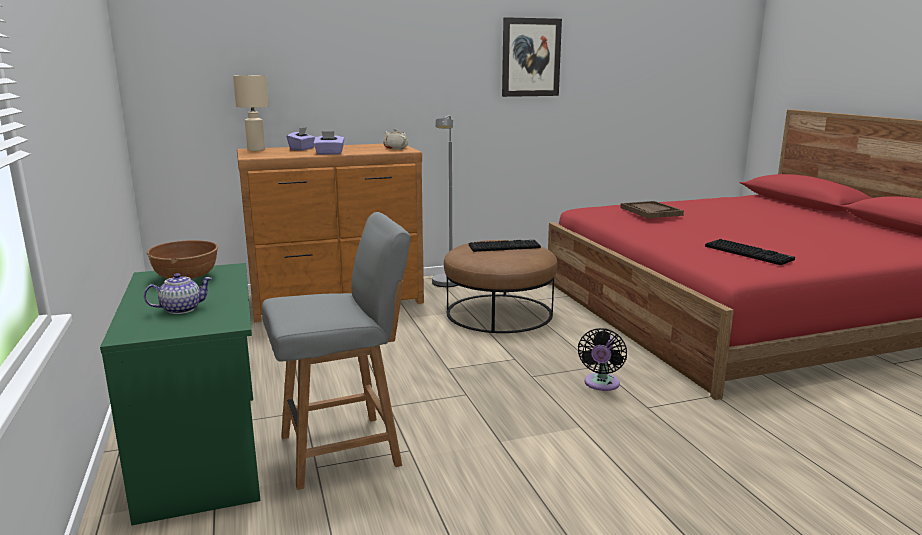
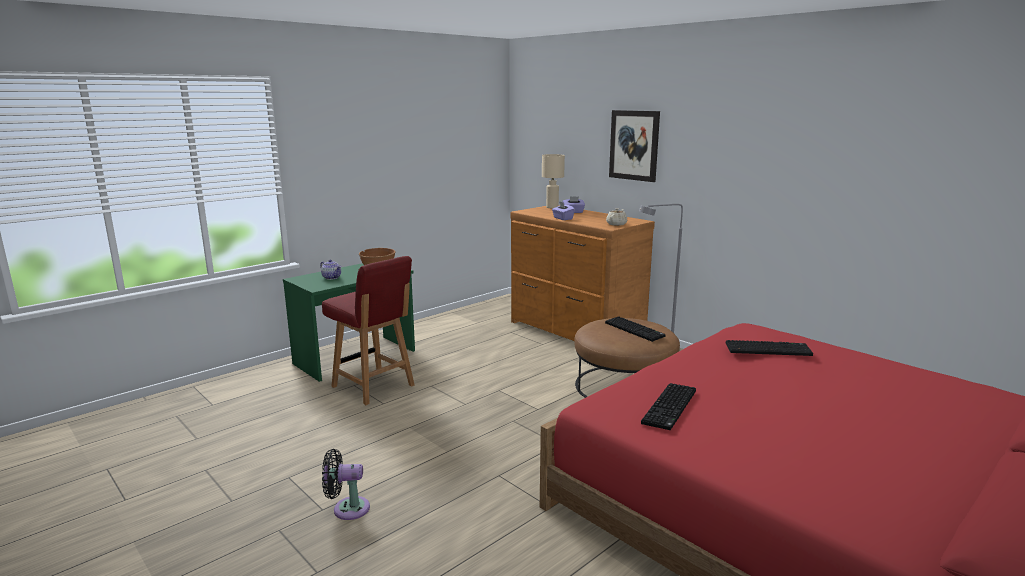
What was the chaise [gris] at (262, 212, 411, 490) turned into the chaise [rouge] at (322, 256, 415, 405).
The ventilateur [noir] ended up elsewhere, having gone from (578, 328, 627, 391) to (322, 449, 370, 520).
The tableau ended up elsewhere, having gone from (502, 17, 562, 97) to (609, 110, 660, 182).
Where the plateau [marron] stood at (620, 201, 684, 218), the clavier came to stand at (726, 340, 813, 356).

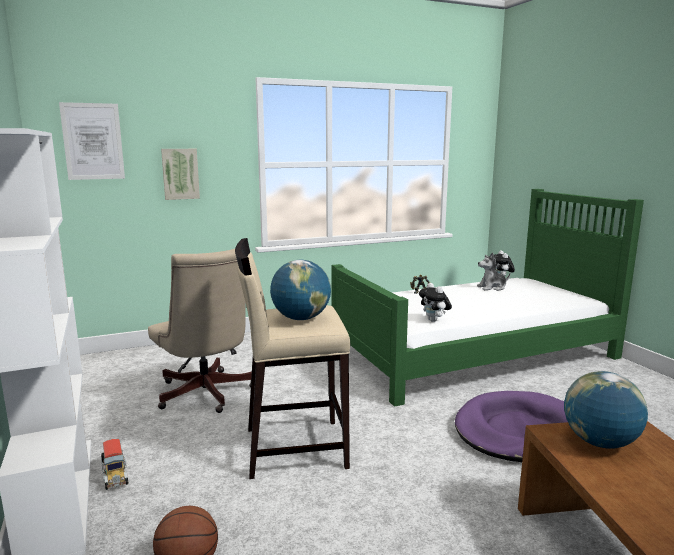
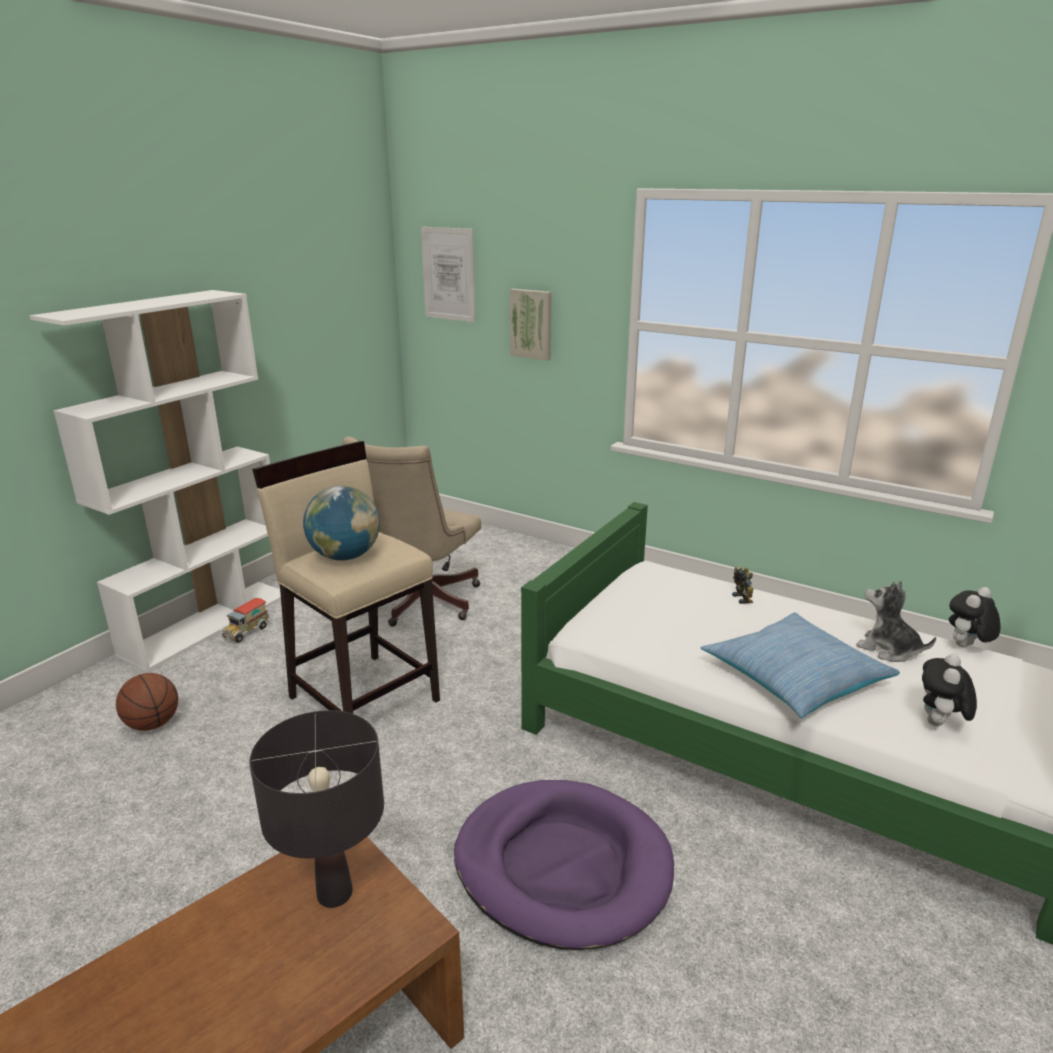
Where the globe stood at (564, 371, 648, 449), the lampe de table [noir] came to stand at (249, 710, 384, 908).
The second view gained the coussin at (700, 613, 900, 718).
The peluche ended up elsewhere, having gone from (419, 283, 452, 322) to (922, 654, 977, 726).

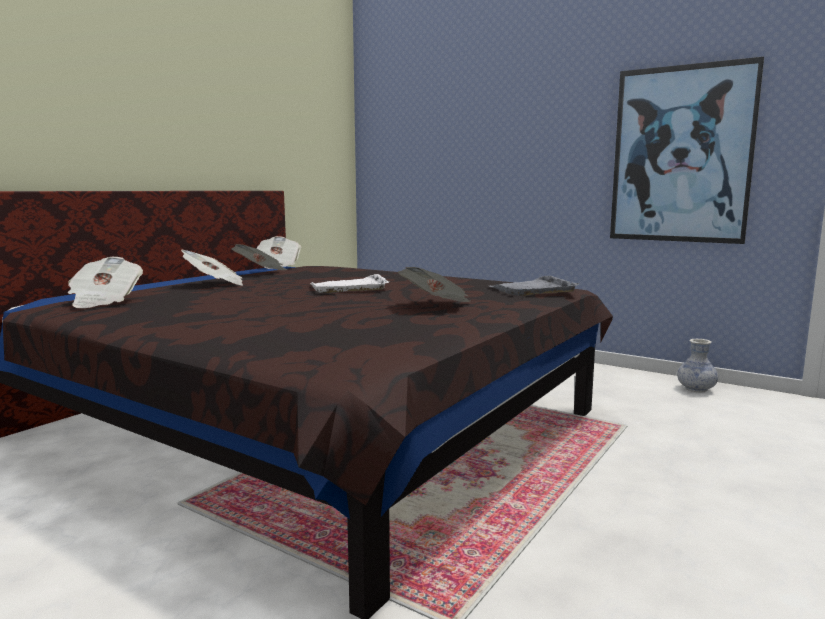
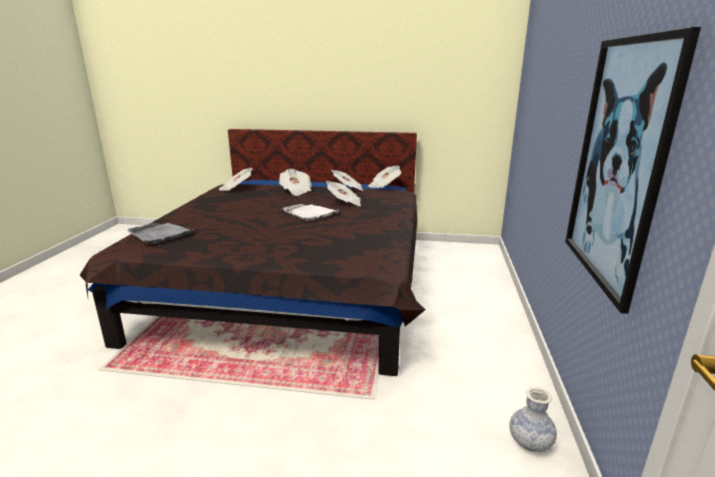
The plateau [gris] ended up elsewhere, having gone from (490, 276, 579, 296) to (127, 223, 195, 244).
The journal ended up elsewhere, having gone from (398, 267, 470, 302) to (326, 181, 361, 206).

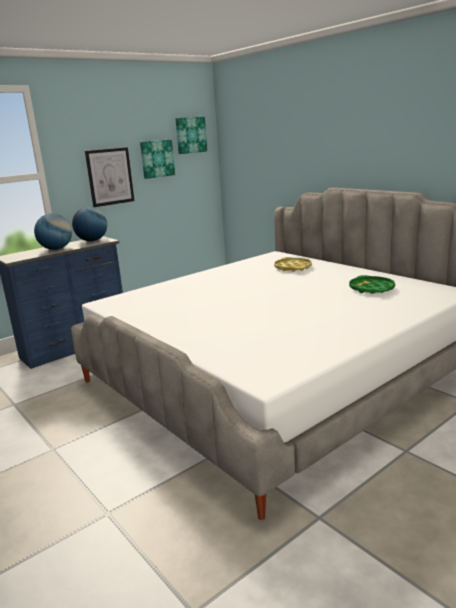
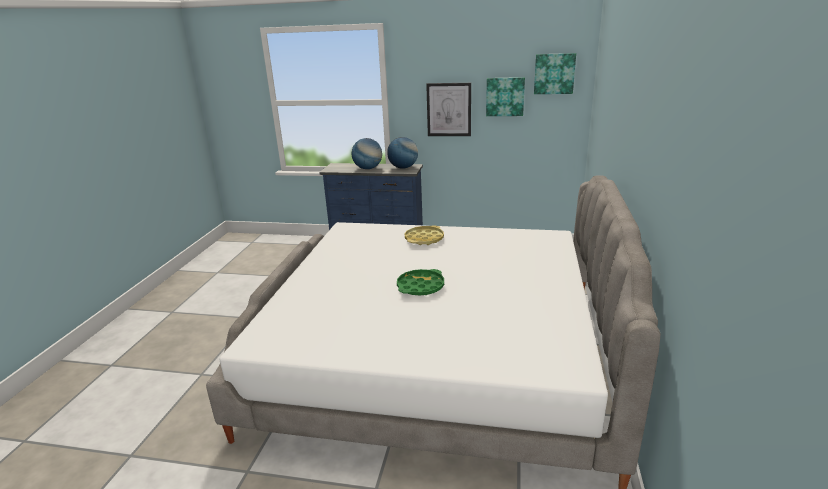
The plateau [vert] ended up elsewhere, having gone from (349, 275, 395, 294) to (397, 269, 444, 295).
The plateau [jaune] ended up elsewhere, having gone from (274, 257, 312, 272) to (405, 225, 444, 245).

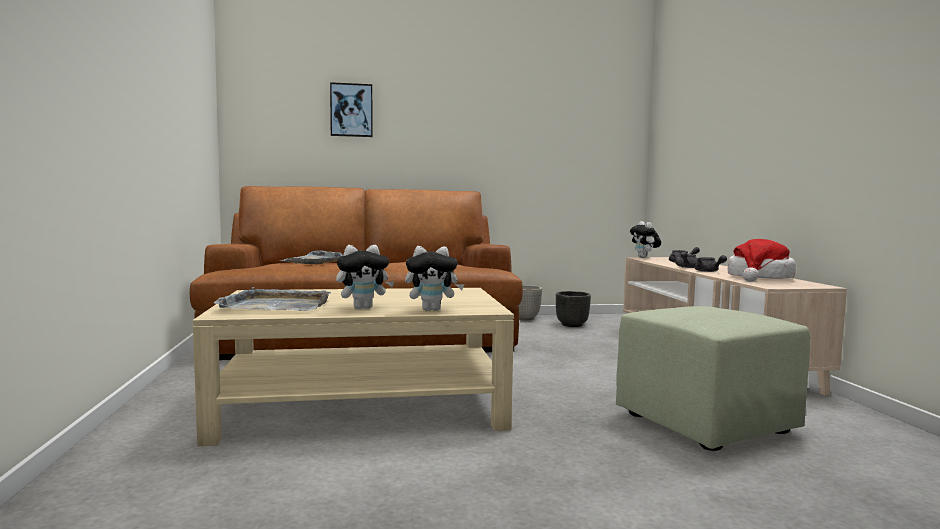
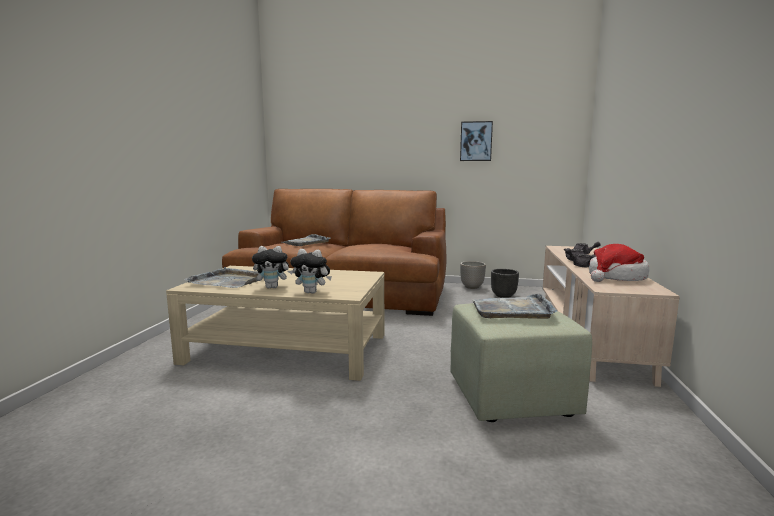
The tableau ended up elsewhere, having gone from (330, 82, 372, 137) to (460, 121, 493, 161).
The second view gained the plateau [gris] at (472, 293, 557, 319).
The second view lost the peluche at (630, 221, 661, 258).

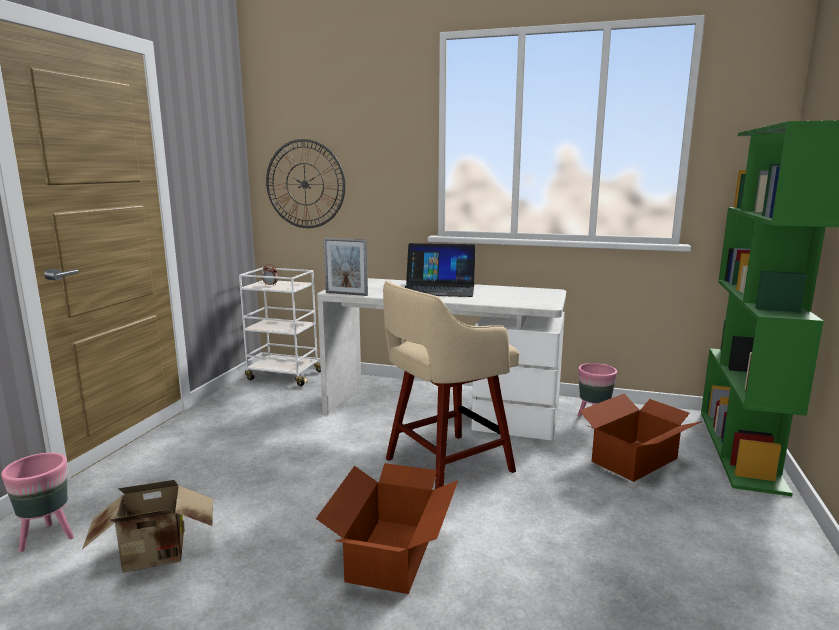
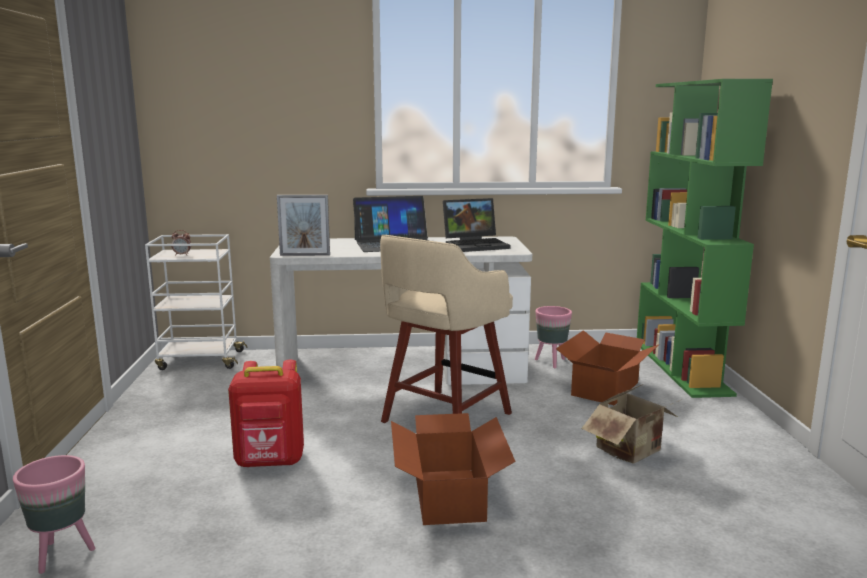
The second view gained the sac à dos [rouge] at (228, 360, 304, 468).
The second view gained the ordinateur portable at (443, 198, 510, 252).
The carton ended up elsewhere, having gone from (82, 480, 213, 573) to (581, 384, 680, 464).
The second view lost the horloge murale at (266, 139, 345, 228).

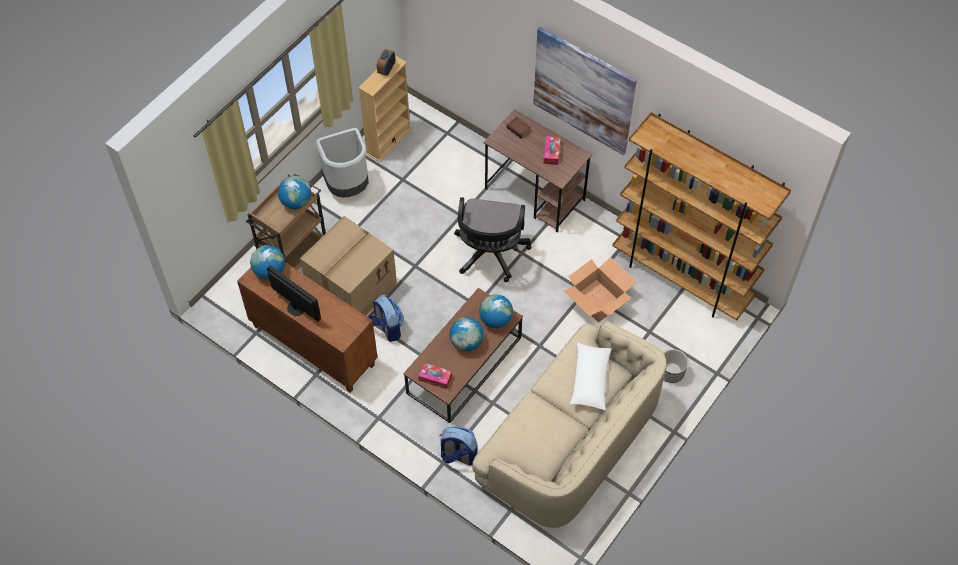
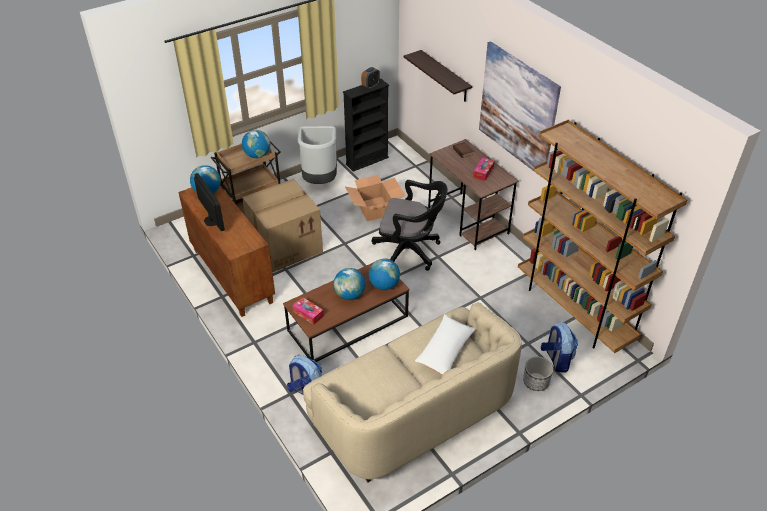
What was the bibliothèque [beige] at (358, 56, 412, 162) turned into the bibliothèque [noir] at (343, 79, 389, 172).
The carton ended up elsewhere, having gone from (564, 257, 637, 322) to (345, 175, 406, 221).
The chaise de bureau [noir] at (454, 197, 531, 282) ended up facing another way, 105 degrees counterclockwise from before.
The second view gained the étagère at (403, 50, 472, 102).
The sac à dos ended up elsewhere, having gone from (369, 295, 404, 342) to (541, 322, 578, 373).

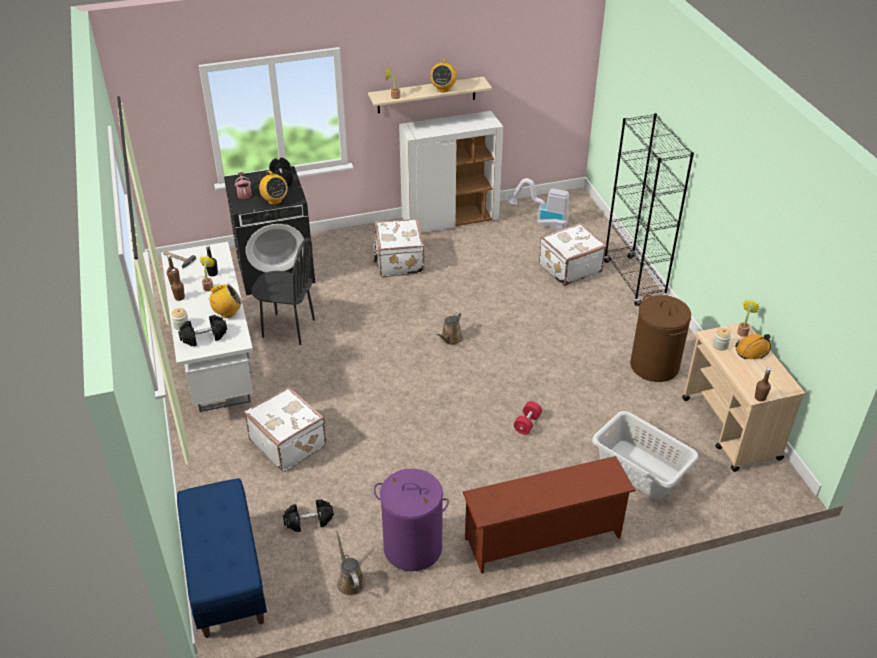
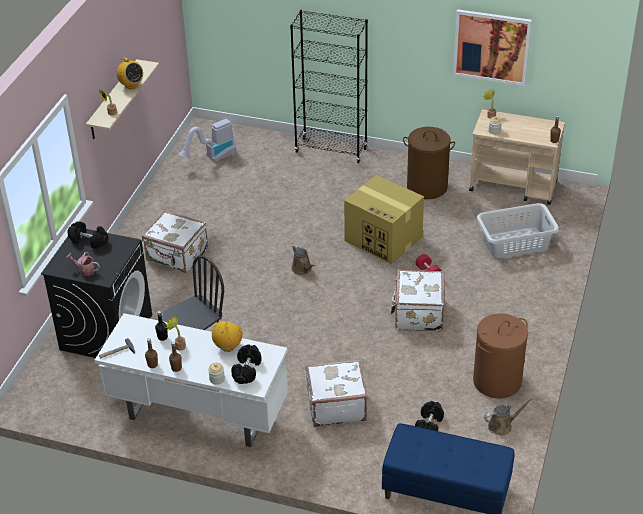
The second view gained the carton at (344, 175, 424, 264).
The valise [blanc] ended up elsewhere, having gone from (539, 223, 607, 286) to (391, 269, 444, 331).
The second view gained the tableau at (453, 9, 532, 86).
What was the panier à linge [violet] at (374, 468, 449, 571) turned into the panier à linge [marron] at (473, 313, 528, 398).
The arrosoir [marron] at (336, 531, 365, 596) ended up facing another way, 150 degrees clockwise from before.
The second view lost the radio at (259, 170, 288, 205).
The second view lost the meuble de rangement [blanc] at (399, 111, 503, 233).
The second view lost the étagère à chaussures [marron] at (463, 456, 636, 573).
The second view lost the casque de chantier [orange] at (735, 334, 771, 359).

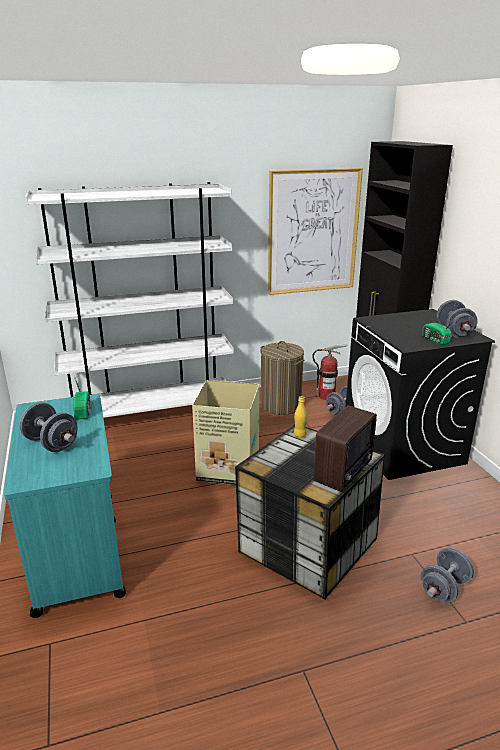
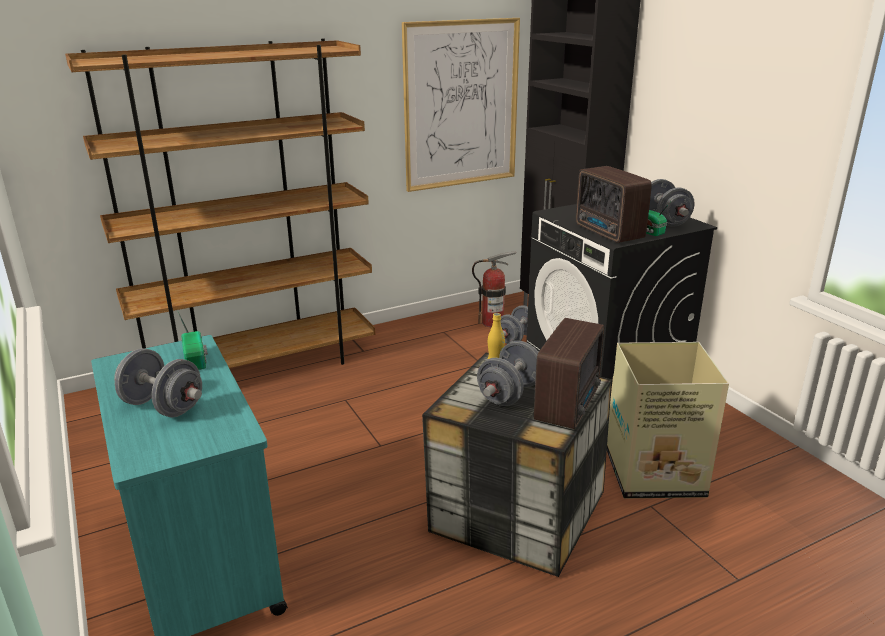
What was the bibliothèque [blanc] at (25, 182, 234, 418) turned into the bibliothèque [marron] at (65, 39, 375, 368).
The haltère [gris] ended up elsewhere, having gone from (421, 548, 474, 602) to (477, 341, 538, 406).
The second view gained the radio at (576, 166, 652, 243).
The carton ended up elsewhere, having gone from (192, 380, 260, 485) to (607, 342, 729, 498).
The second view lost the panier à linge at (260, 341, 305, 415).

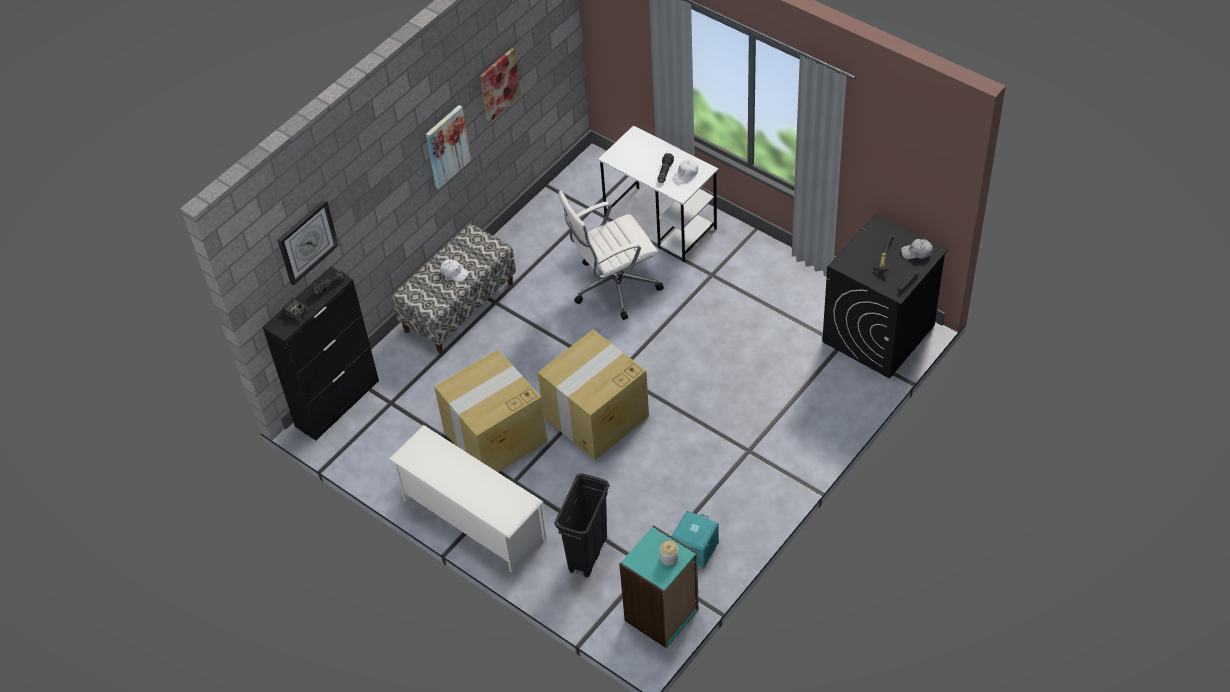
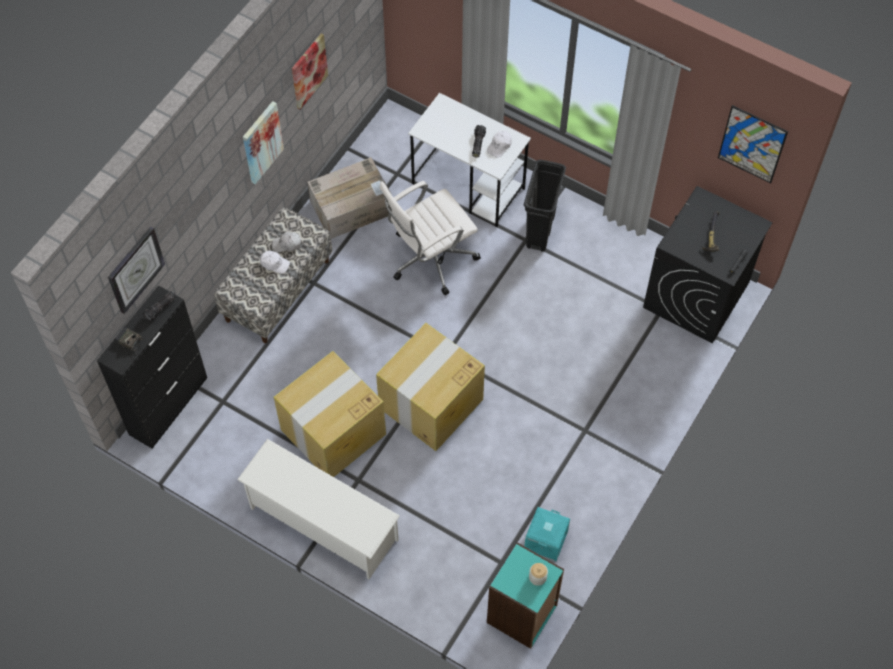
The casquette [blanc] ended up elsewhere, having gone from (901, 239, 933, 259) to (272, 232, 301, 252).
The second view gained the carton at (307, 157, 392, 239).
The poubelle [noir] ended up elsewhere, having gone from (554, 473, 610, 578) to (524, 160, 566, 252).
The second view gained the tableau at (718, 105, 788, 183).

